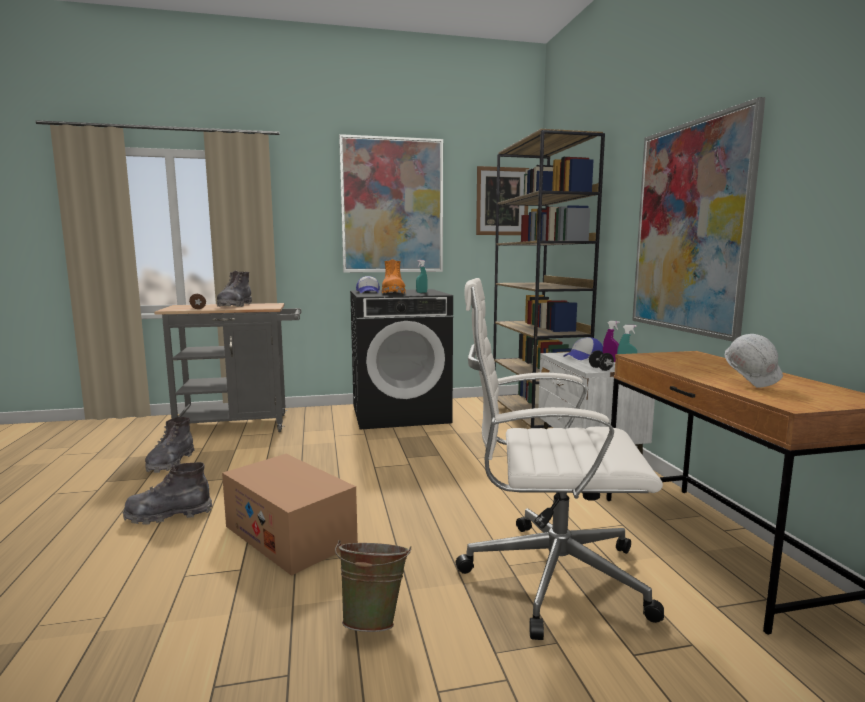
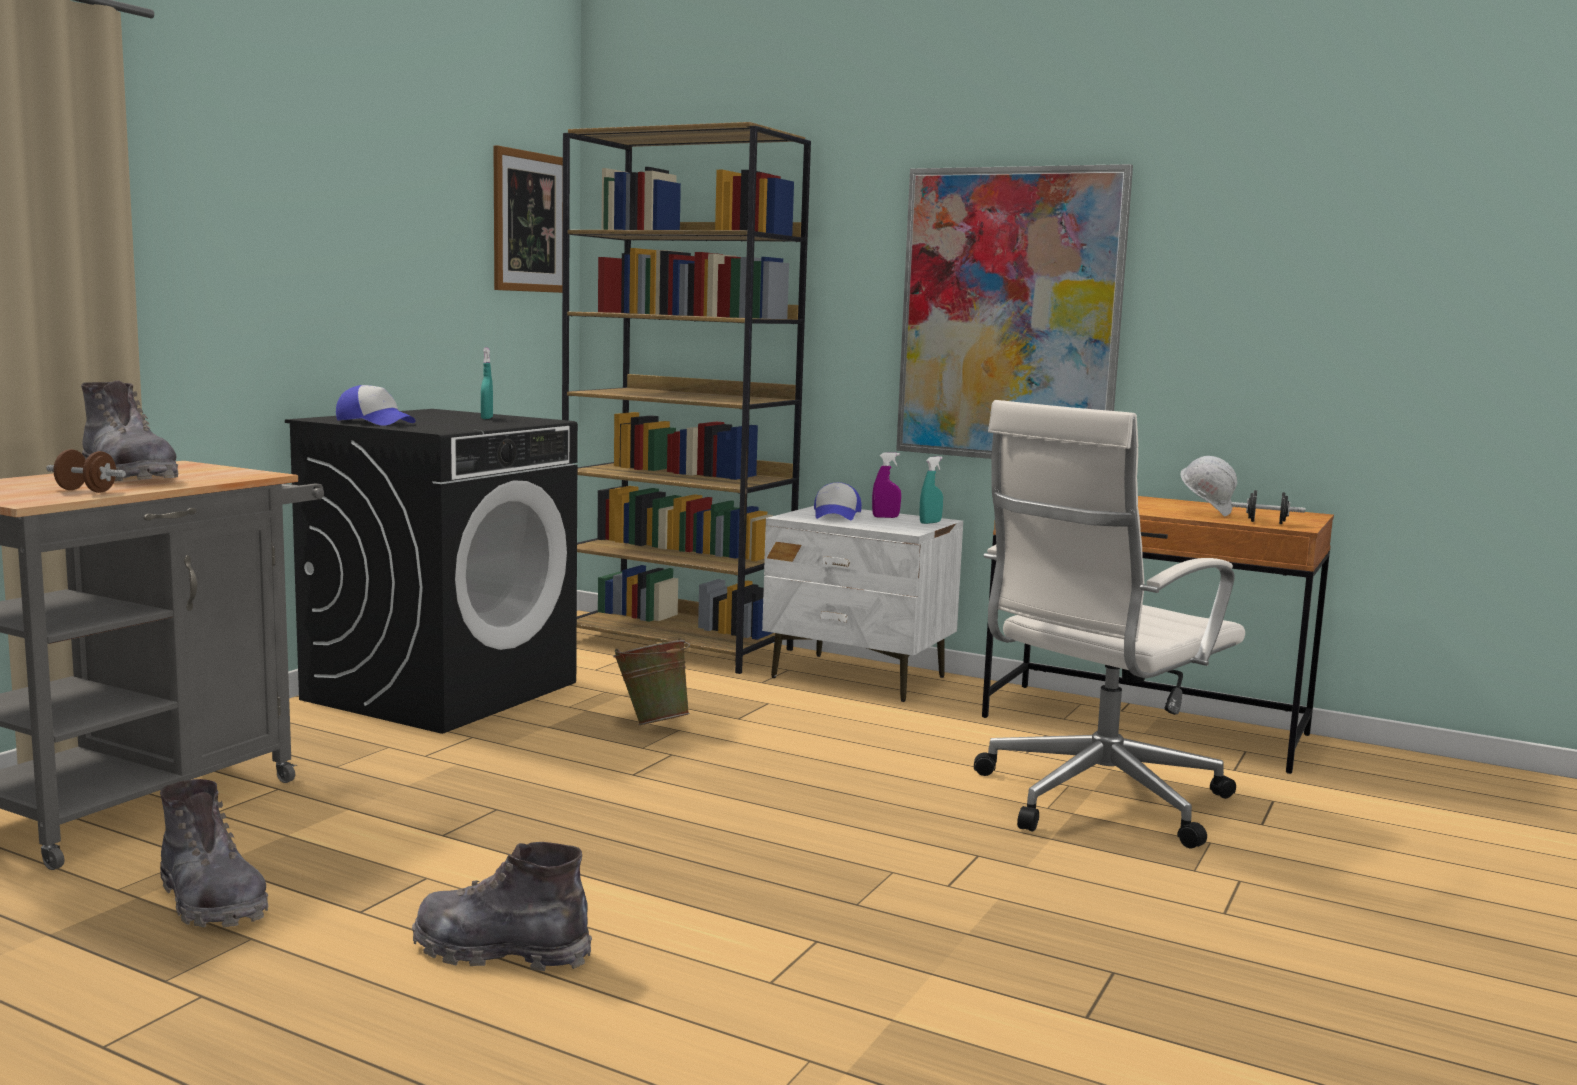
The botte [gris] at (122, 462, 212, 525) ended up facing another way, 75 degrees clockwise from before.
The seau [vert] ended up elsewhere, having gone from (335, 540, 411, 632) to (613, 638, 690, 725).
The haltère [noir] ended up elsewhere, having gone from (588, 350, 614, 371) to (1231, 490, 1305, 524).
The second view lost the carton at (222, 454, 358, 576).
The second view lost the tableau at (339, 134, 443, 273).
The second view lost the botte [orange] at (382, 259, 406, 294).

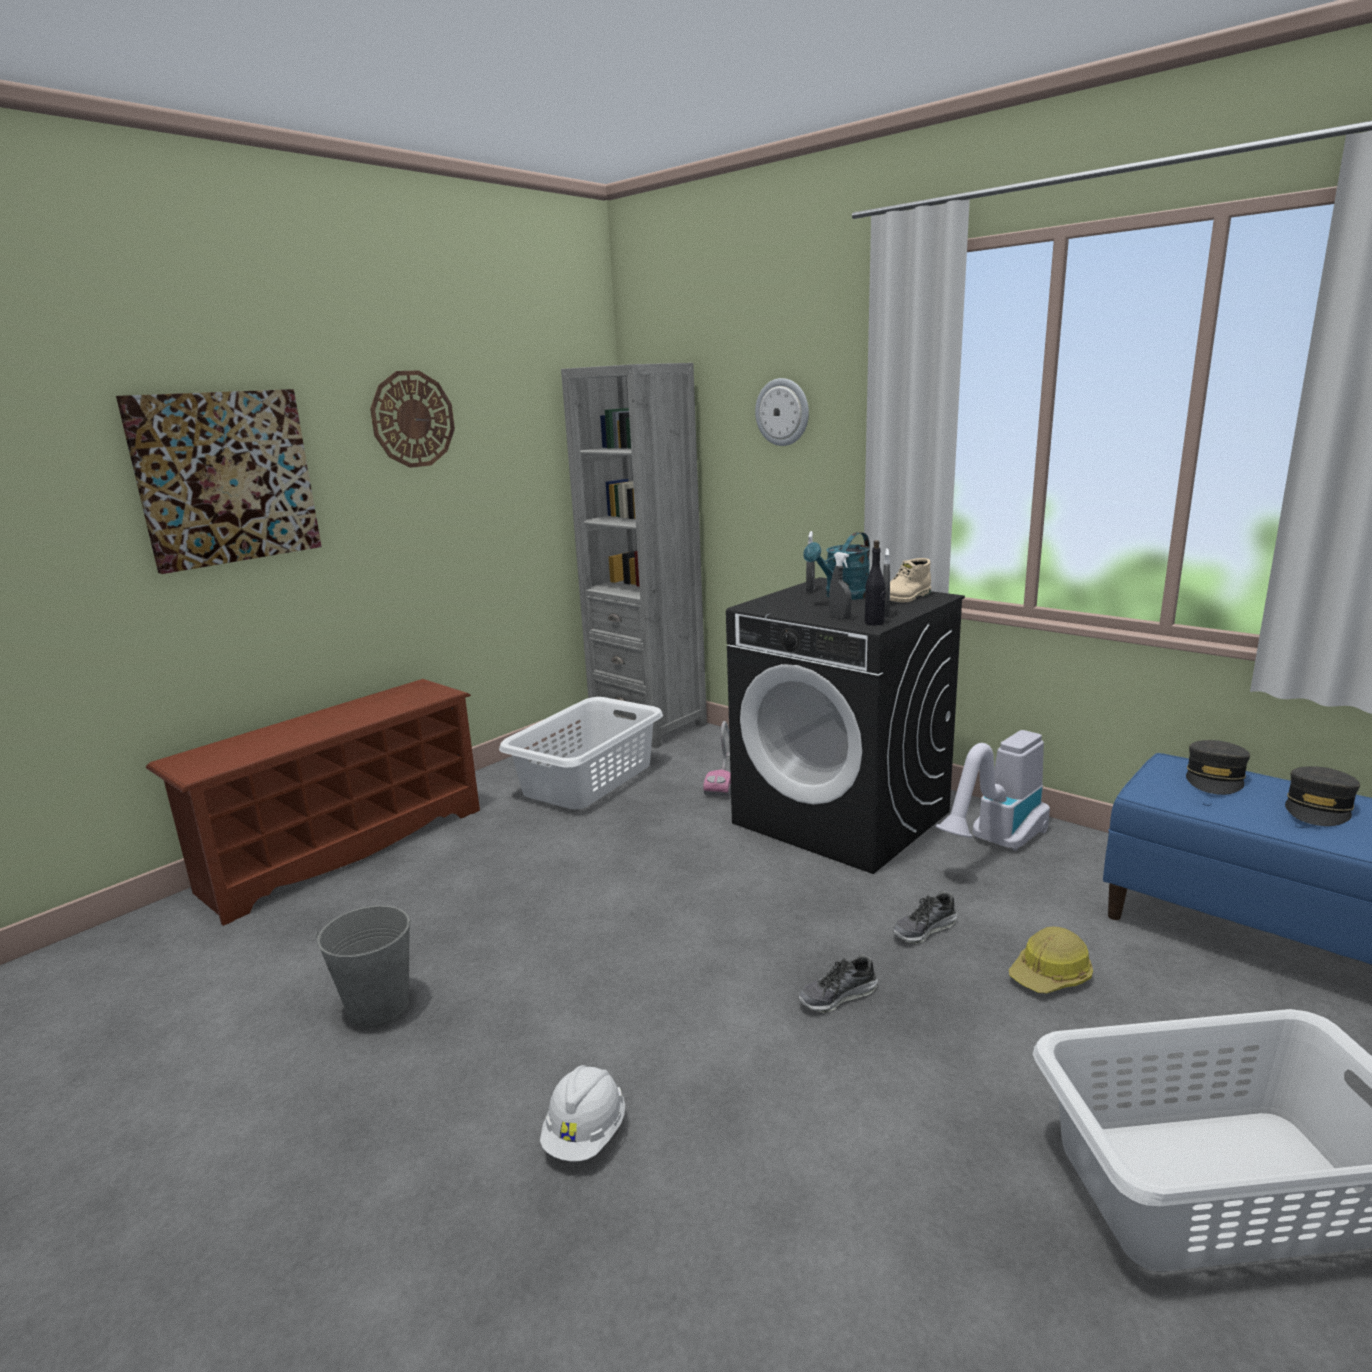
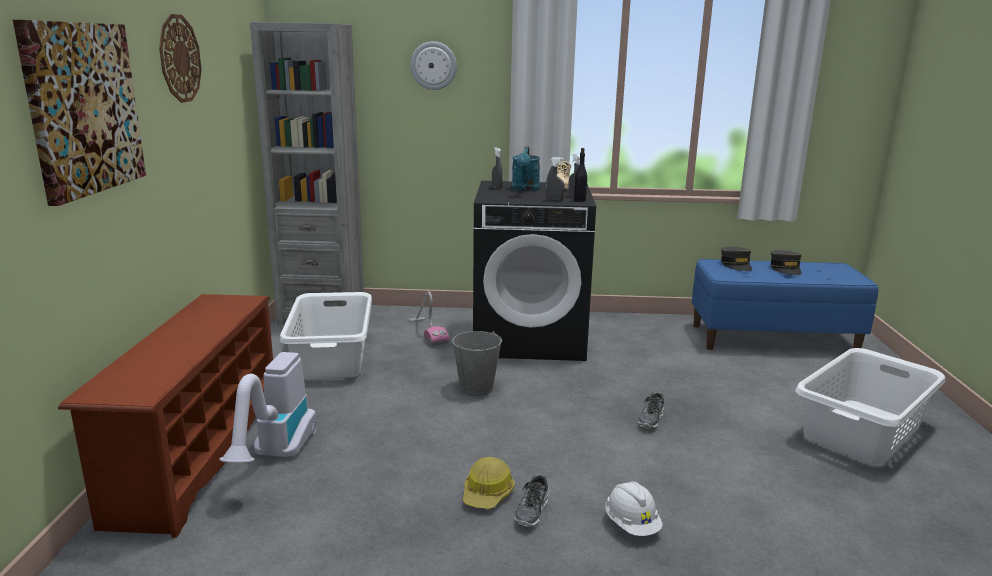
The aspirateur ended up elsewhere, having gone from (936, 730, 1050, 851) to (219, 352, 316, 463).
The seau [gris] ended up elsewhere, having gone from (315, 905, 411, 1028) to (452, 331, 502, 396).
The casque de chantier ended up elsewhere, having gone from (1009, 927, 1093, 994) to (463, 457, 515, 509).
The chaussure ended up elsewhere, having gone from (892, 891, 957, 944) to (514, 474, 548, 527).

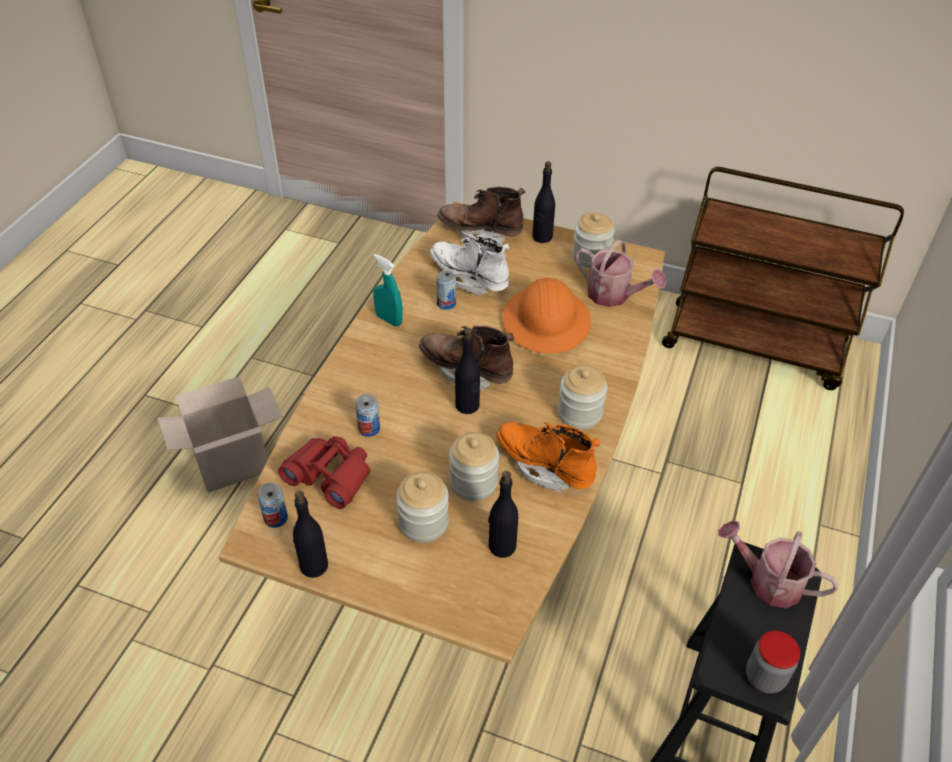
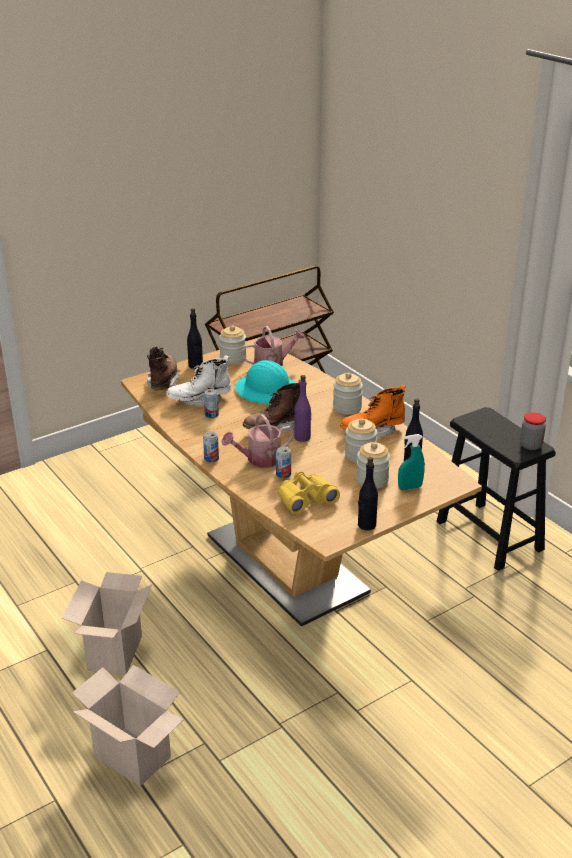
The second view gained the carton at (72, 665, 184, 787).
The botte [marron] at (438, 187, 525, 243) ended up facing another way, 135 degrees clockwise from before.
The boîte métallique ended up elsewhere, having gone from (258, 483, 288, 528) to (203, 431, 219, 462).
The arrosoir ended up elsewhere, having gone from (718, 520, 839, 608) to (222, 414, 294, 468).
What was the casque de chantier [orange] at (503, 278, 591, 354) turned into the casque de chantier [turquoise] at (236, 360, 295, 404).
What was the jumelles [rouge] at (278, 436, 370, 509) turned into the jumelles [jaune] at (278, 471, 340, 514).
What was the bouteille [noir] at (455, 328, 480, 414) turned into the bouteille [violet] at (294, 375, 312, 442).
The vaporisateur [turquoise] ended up elsewhere, having gone from (373, 254, 403, 327) to (398, 434, 425, 490).

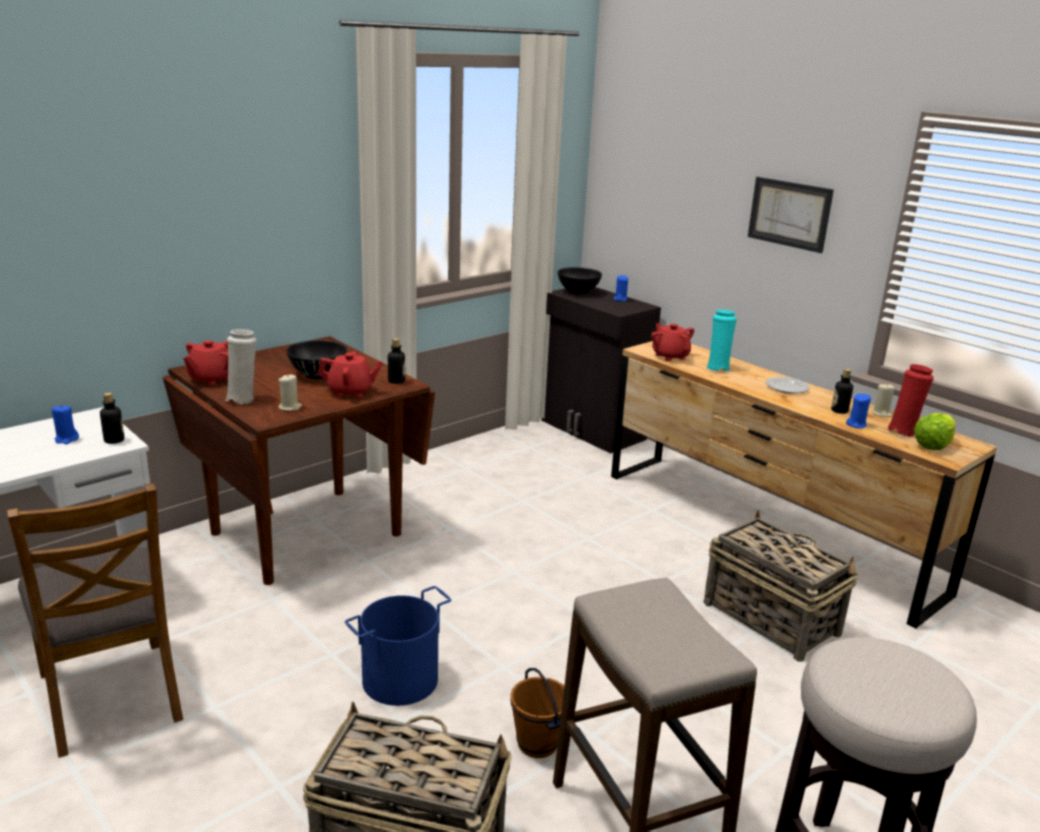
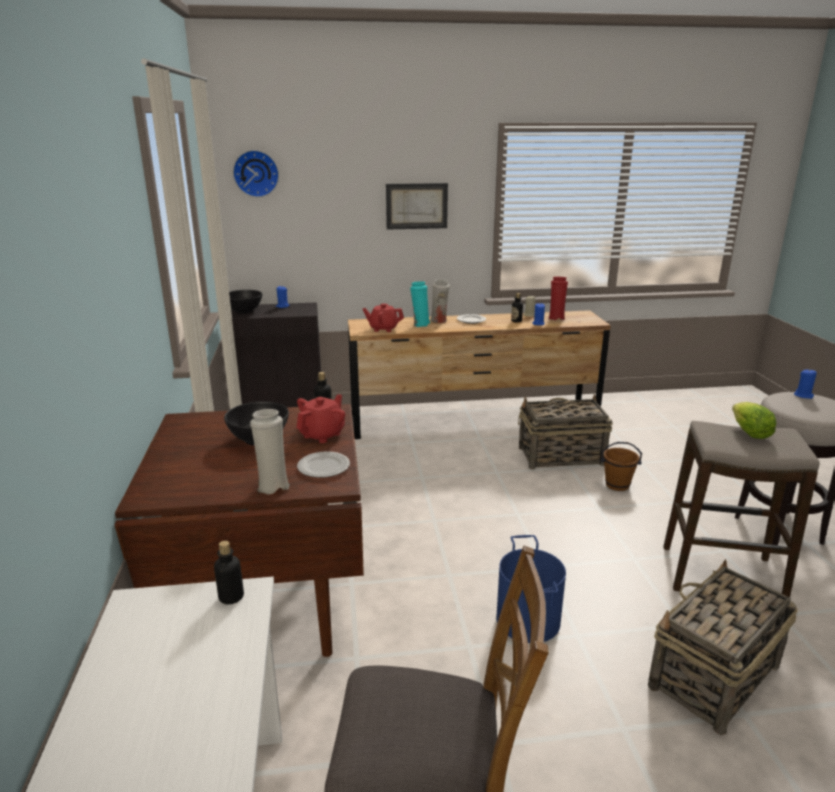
The second view gained the horloge murale at (233, 150, 279, 197).
Where the bougie [beige] stood at (278, 374, 302, 411), the assiette came to stand at (297, 451, 350, 478).
The second view gained the vase [blanc] at (430, 279, 450, 323).
The seau [marron] ended up elsewhere, having gone from (510, 668, 564, 758) to (601, 442, 642, 491).
The laitue ended up elsewhere, having gone from (914, 413, 956, 450) to (732, 402, 776, 439).
The bougie [bleu] ended up elsewhere, having gone from (52, 405, 79, 444) to (794, 370, 817, 399).
The second view lost the théière [rouge] at (183, 340, 228, 386).

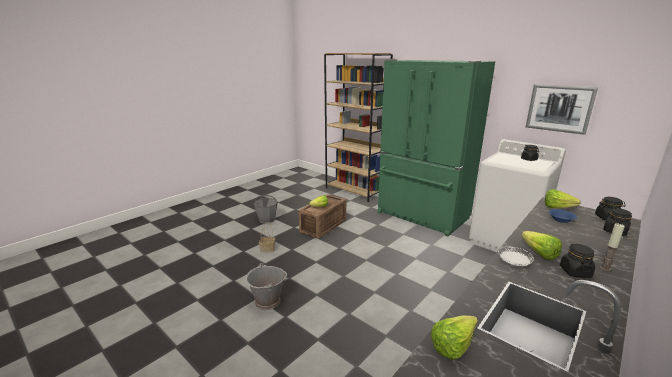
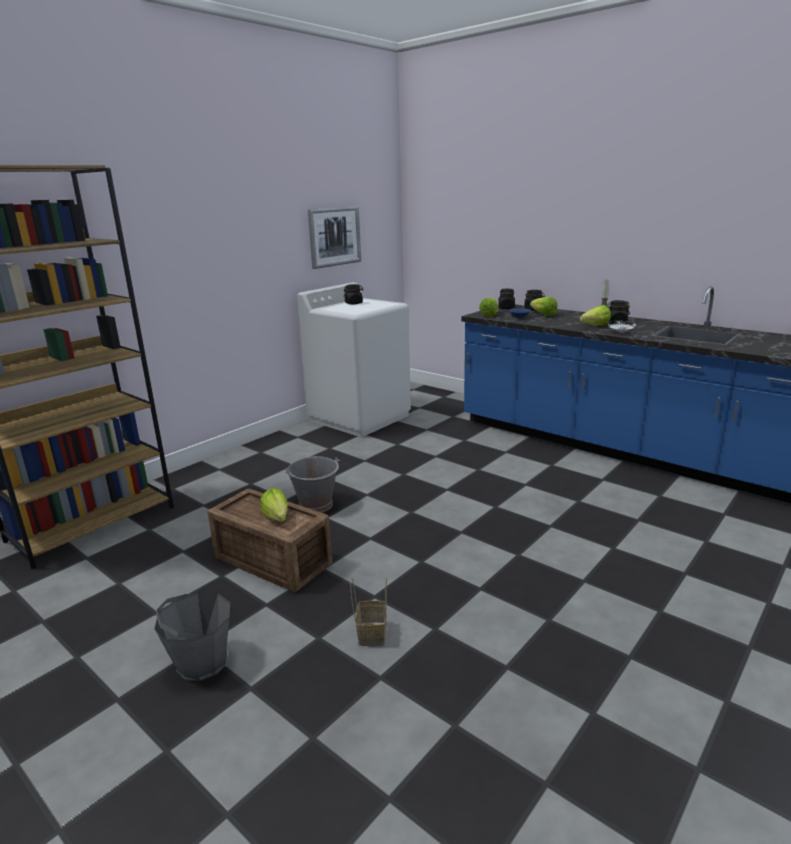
The seau [gris] ended up elsewhere, having gone from (245, 263, 287, 310) to (285, 456, 340, 513).
The laitue ended up elsewhere, having gone from (431, 316, 478, 360) to (530, 297, 557, 316).
The second view lost the réfrigérateur [vert] at (377, 59, 495, 236).

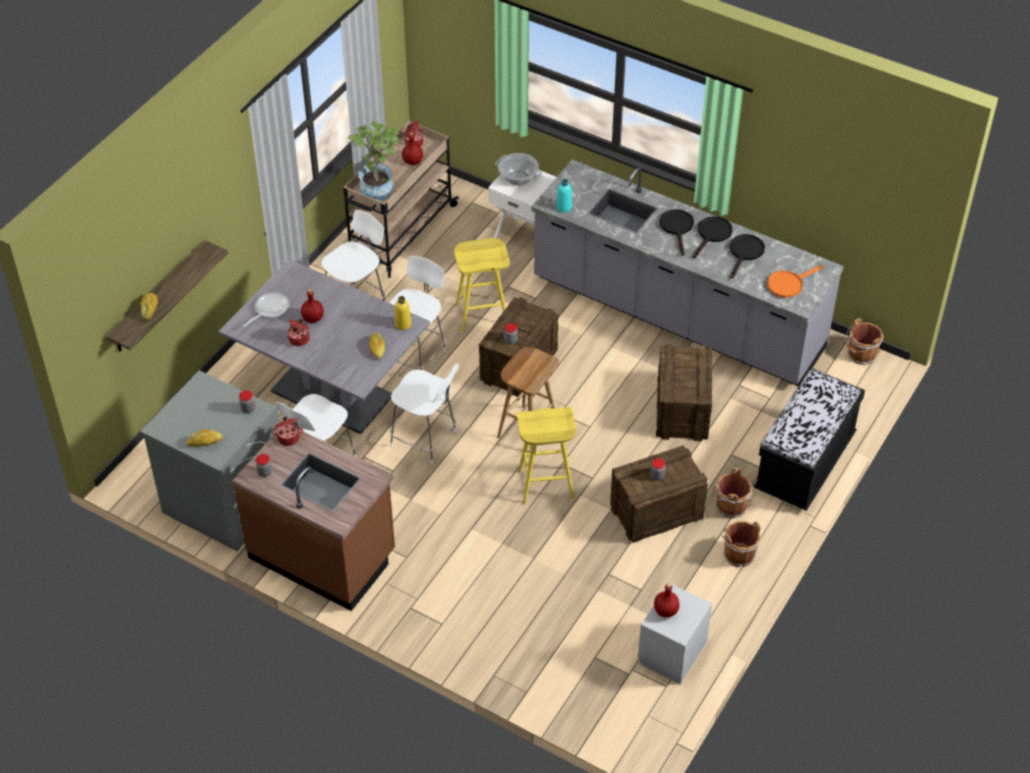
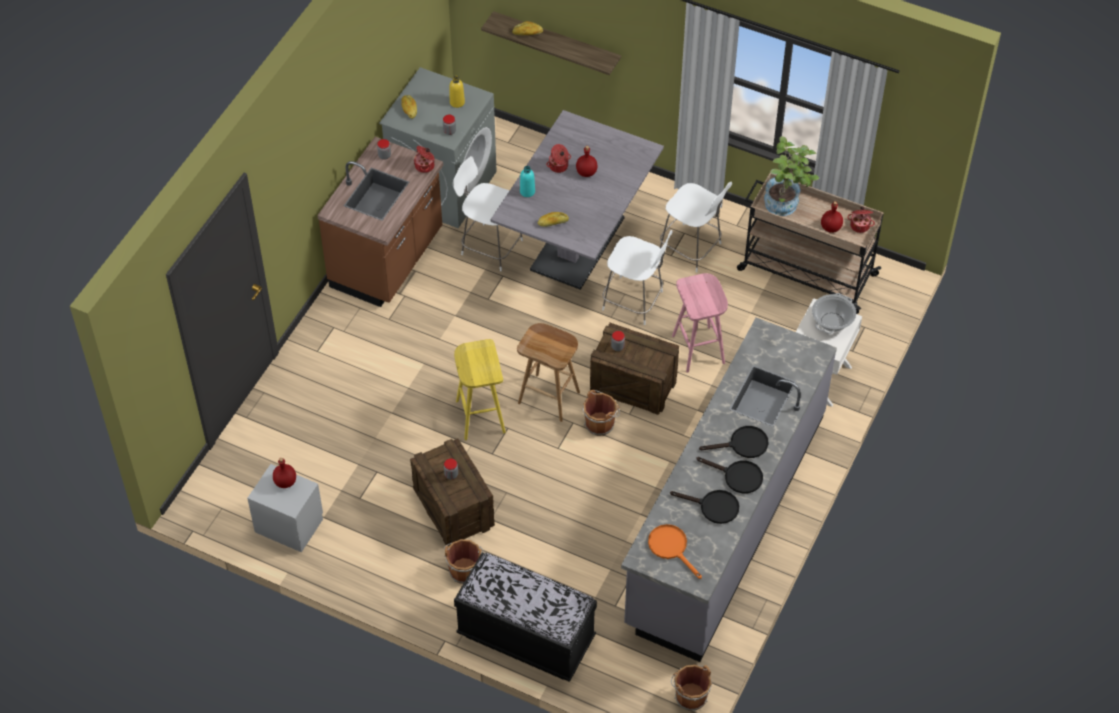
The bouteille [jaune] ended up elsewhere, having gone from (395, 296, 411, 330) to (450, 76, 465, 108).
The bouteille [turquoise] ended up elsewhere, having gone from (556, 179, 572, 213) to (520, 166, 535, 197).
The seau [marron] ended up elsewhere, having gone from (721, 521, 761, 567) to (582, 390, 620, 436).
What was the tabouret [jaune] at (454, 238, 510, 333) turned into the tabouret [rose] at (672, 273, 728, 373).
The second view lost the poêle at (243, 292, 290, 327).
The second view lost the chaise [blanc] at (390, 363, 459, 464).
The second view lost the caisse at (656, 344, 712, 441).

